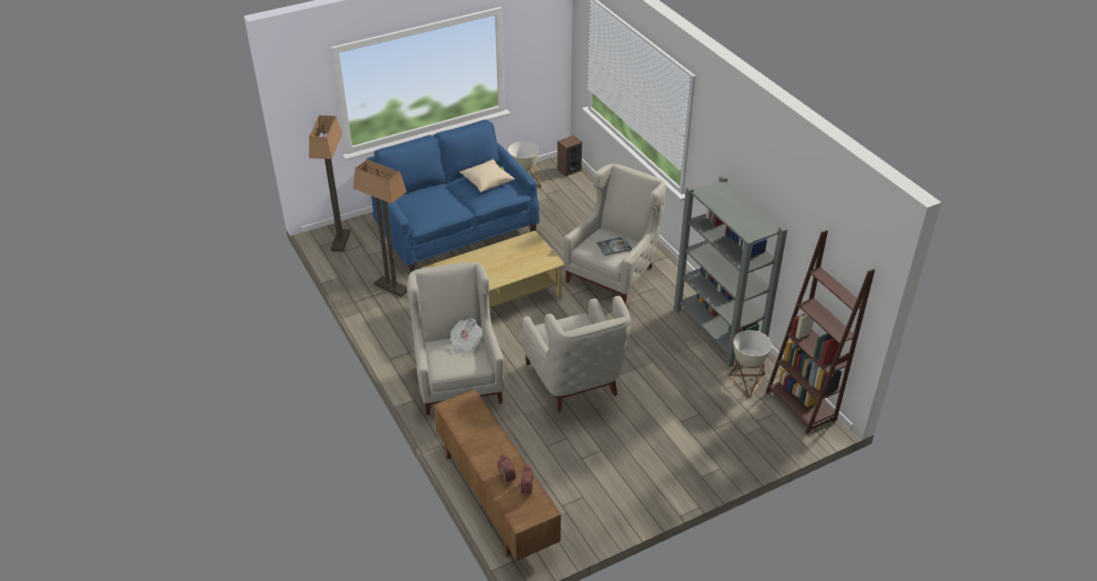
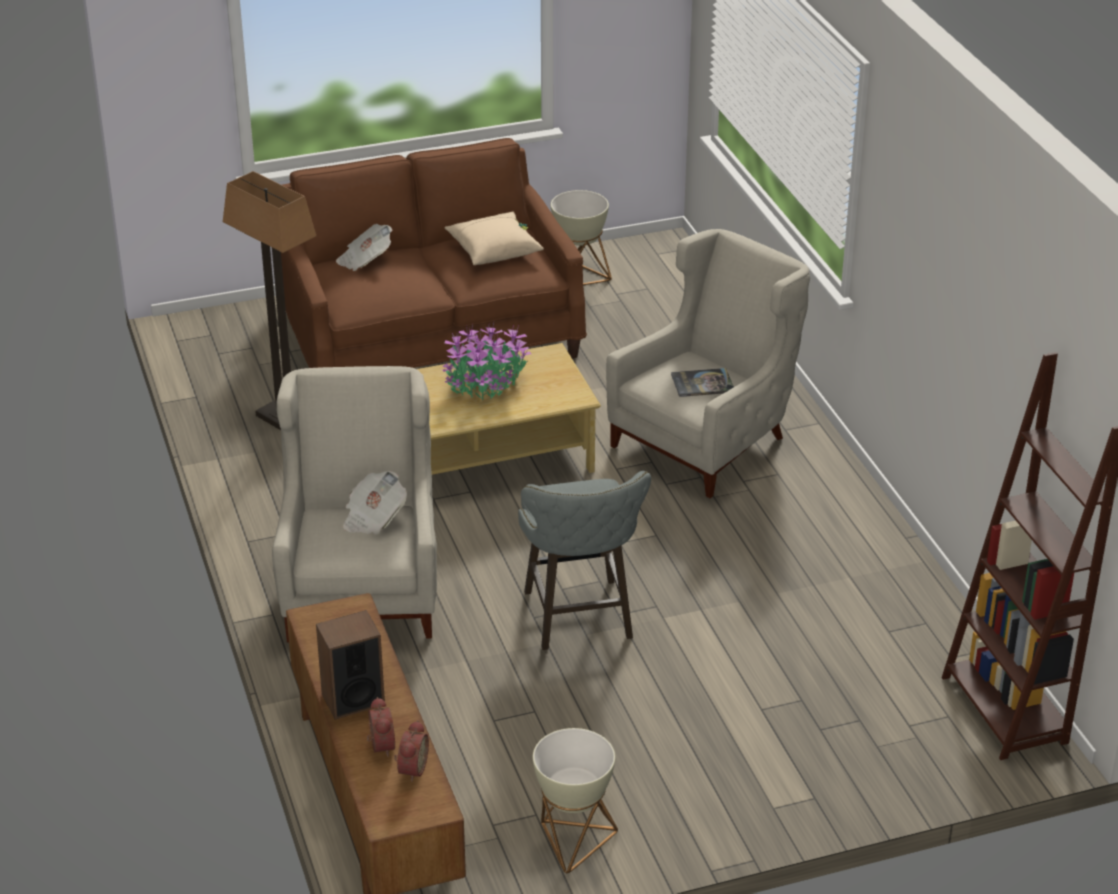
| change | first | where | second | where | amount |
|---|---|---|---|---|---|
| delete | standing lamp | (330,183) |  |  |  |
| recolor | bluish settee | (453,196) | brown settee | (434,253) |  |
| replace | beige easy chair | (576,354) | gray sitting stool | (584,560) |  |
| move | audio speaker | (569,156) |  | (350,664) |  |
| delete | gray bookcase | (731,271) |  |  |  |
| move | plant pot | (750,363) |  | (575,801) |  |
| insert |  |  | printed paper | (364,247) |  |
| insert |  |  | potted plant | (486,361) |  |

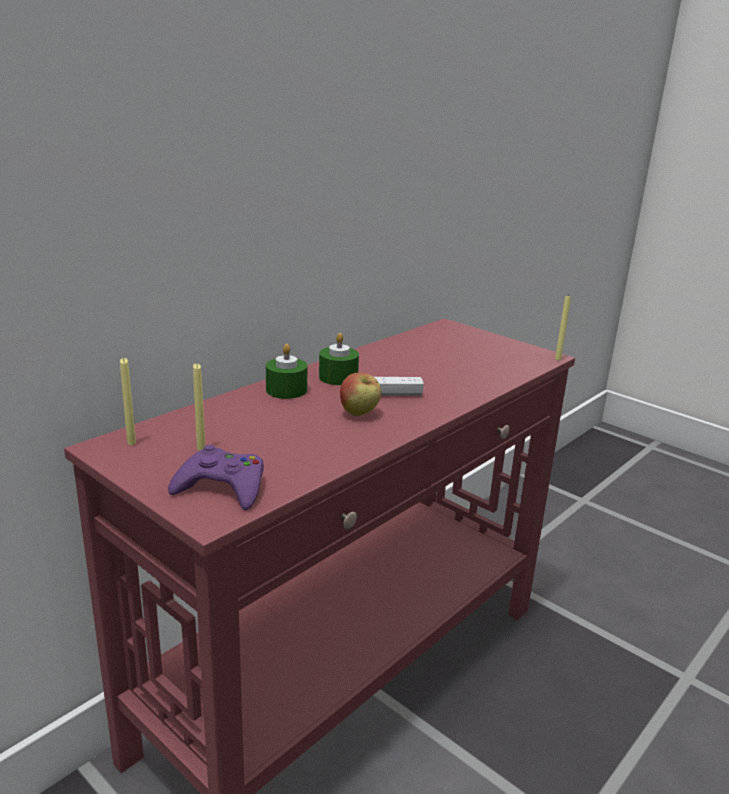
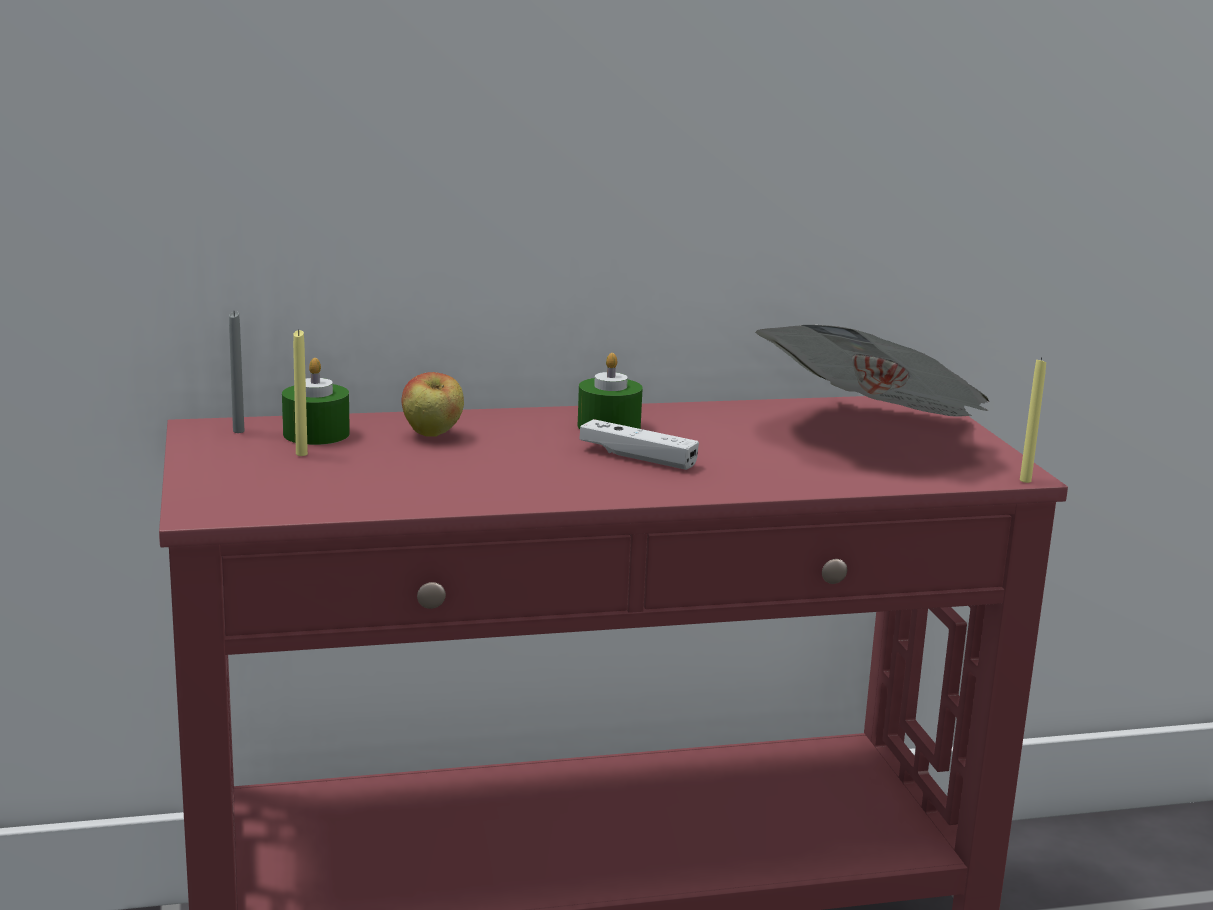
| change | first | where | second | where | amount |
|---|---|---|---|---|---|
| recolor | yellowish wax light | (128,401) | gray wax light | (236,372) |  |
| delete | purple joypad | (216,477) |  |  |  |
| move | green wax light | (287,371) |  | (316,401) |  |
| move | apple | (360,394) |  | (433,404) |  |
| insert |  |  | printed paper | (872,370) |  |

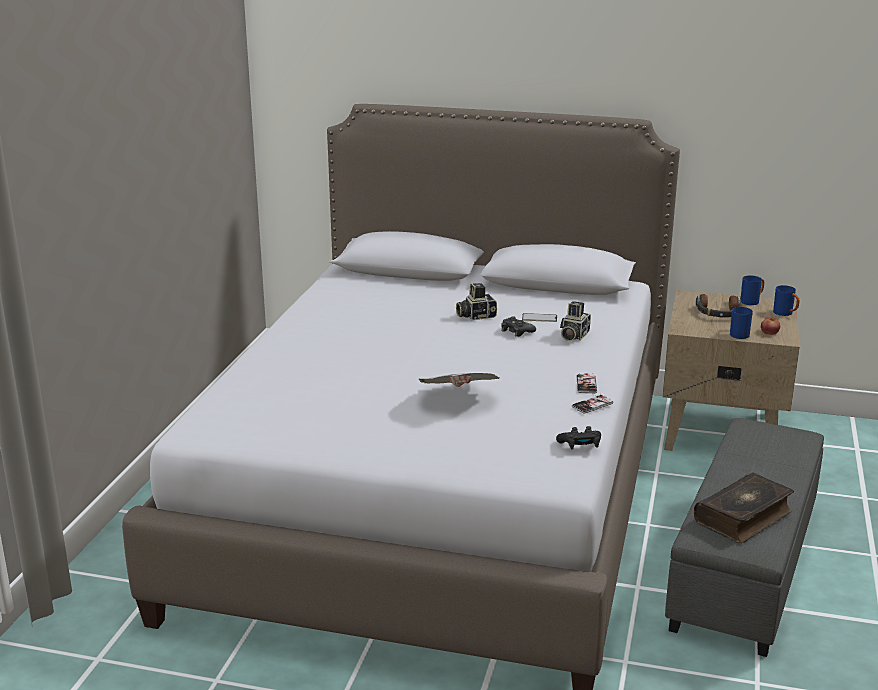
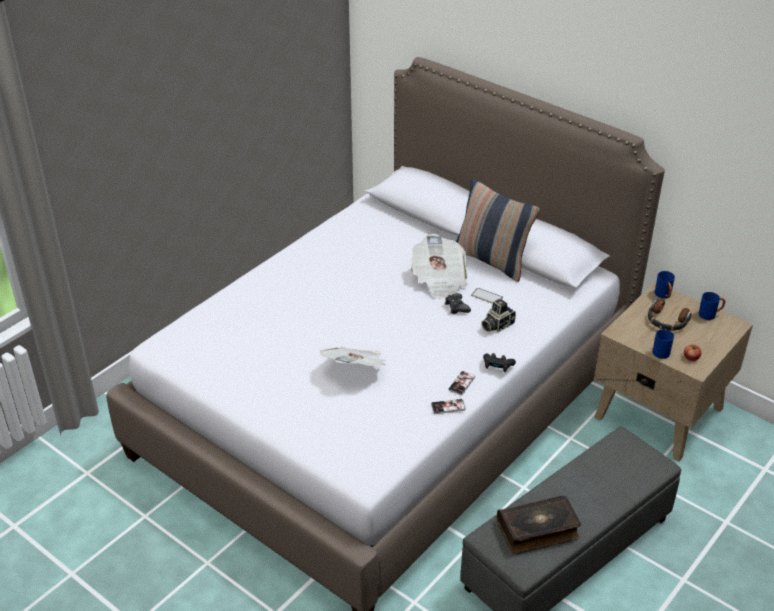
| change | first | where | second | where | amount |
|---|---|---|---|---|---|
| replace | still camera | (476,301) | printed paper | (439,266) |  |
| move | black-coloured joypad | (578,437) |  | (499,363) |  |
| move | bluish coffee mug | (786,300) |  | (665,285) |  |
| insert |  |  | throw pillow | (498,230) |  |

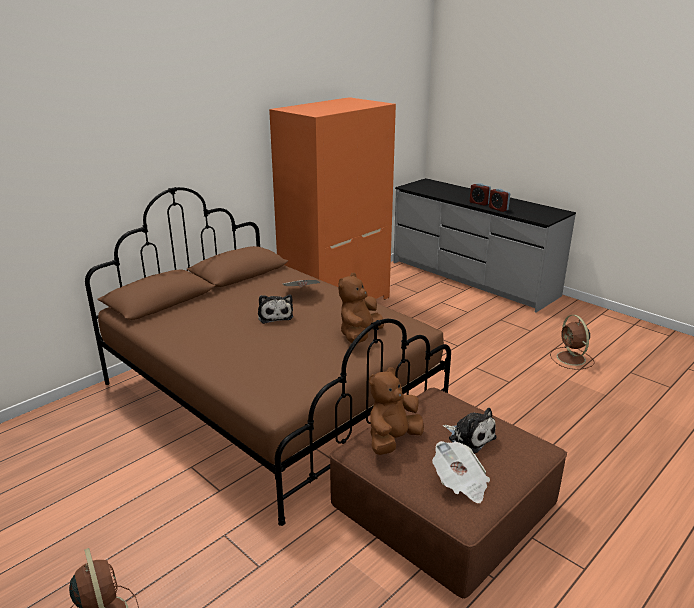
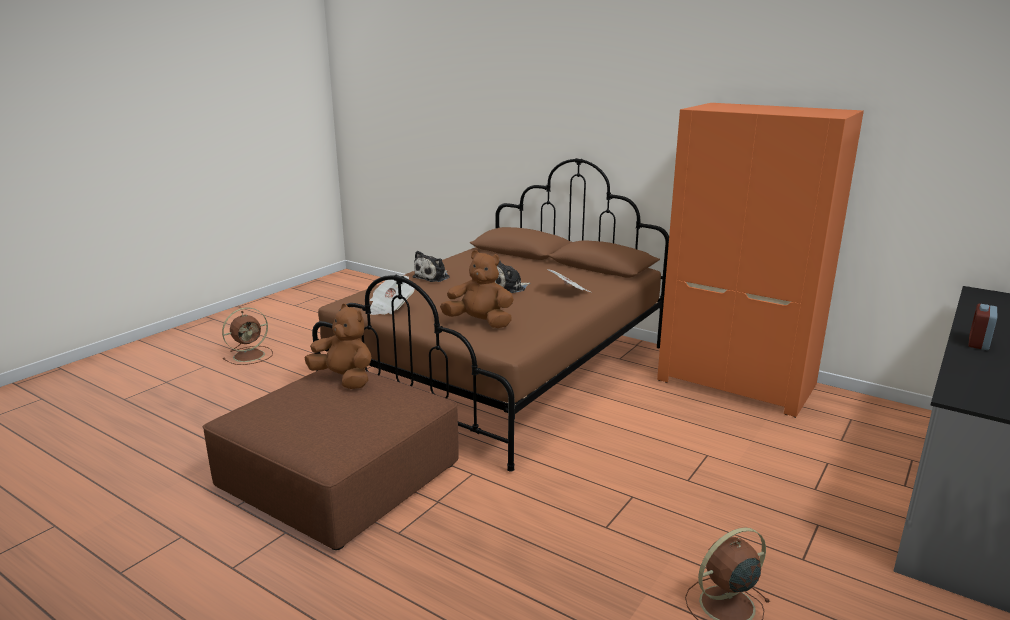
| change | first | where | second | where | amount |
|---|---|---|---|---|---|
| move | printed paper | (461,472) |  | (392,295) |  |
| move | plush toy | (470,430) |  | (431,266) |  |
| delete | bedside clock | (499,200) |  |  |  |

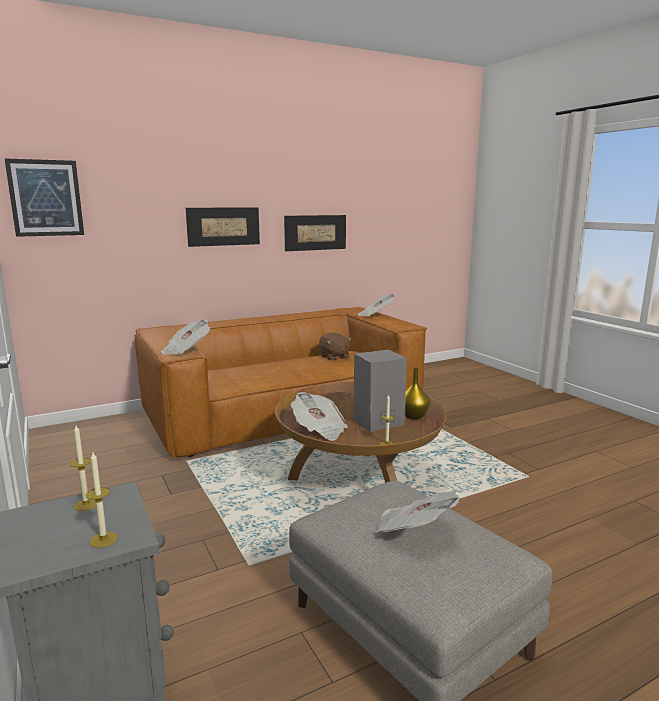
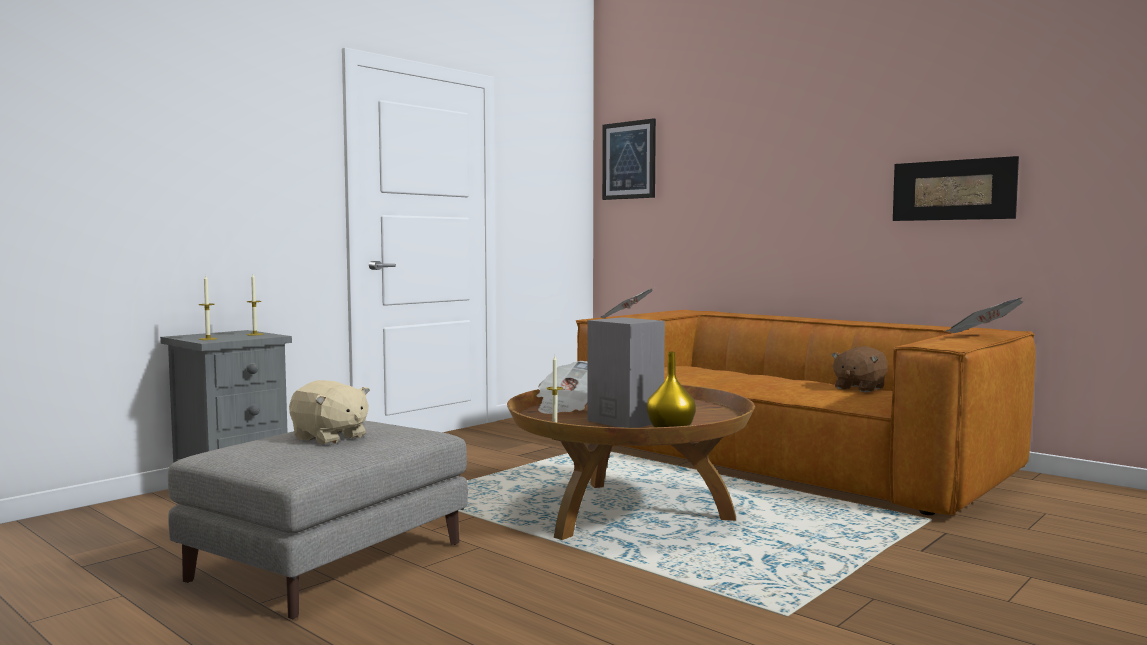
| change | first | where | second | where | amount |
|---|---|---|---|---|---|
| delete | wall picture | (223,227) |  |  |  |
| replace | printed paper | (417,512) | beige plush toy | (329,412) |  |

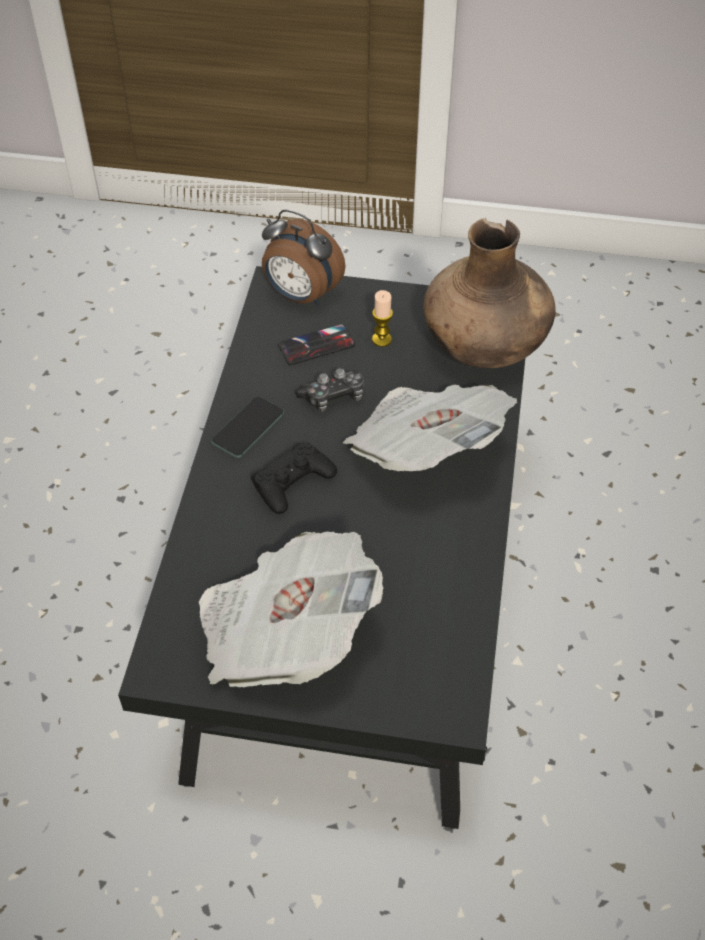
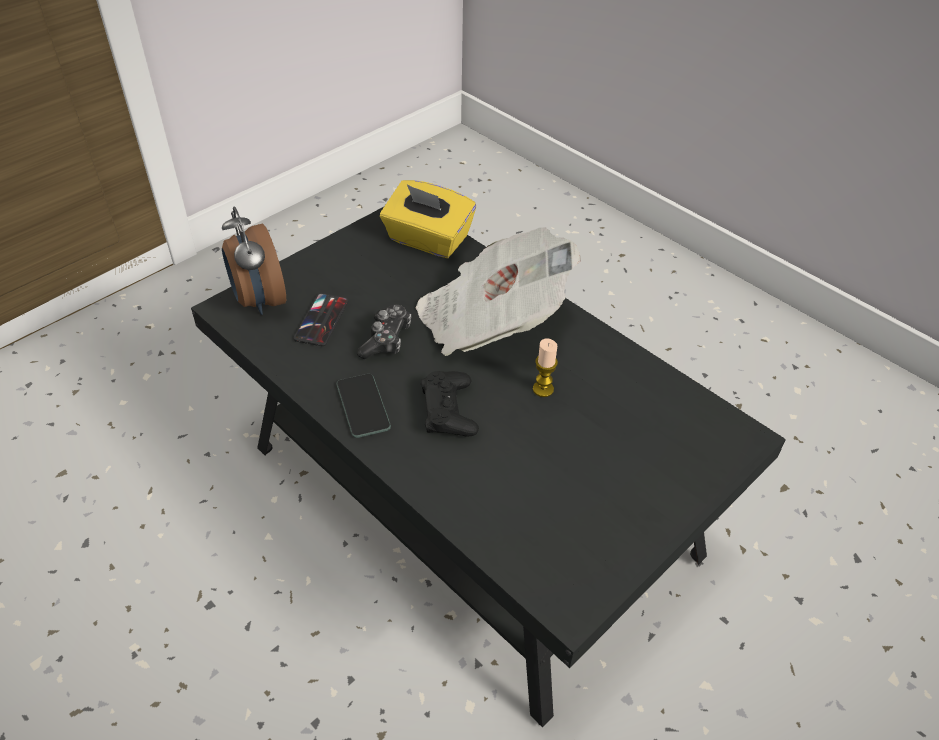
| change | first | where | second | where | amount |
|---|---|---|---|---|---|
| delete | printed paper | (291,609) |  |  |  |
| rotate | bedside clock | (304,257) |  | (254,261) | 90 degrees clockwise |
| move | wax light | (382,318) |  | (545,367) |  |
| replace | brown vase | (489,293) | yellowish tissue holder | (428,219) |  |

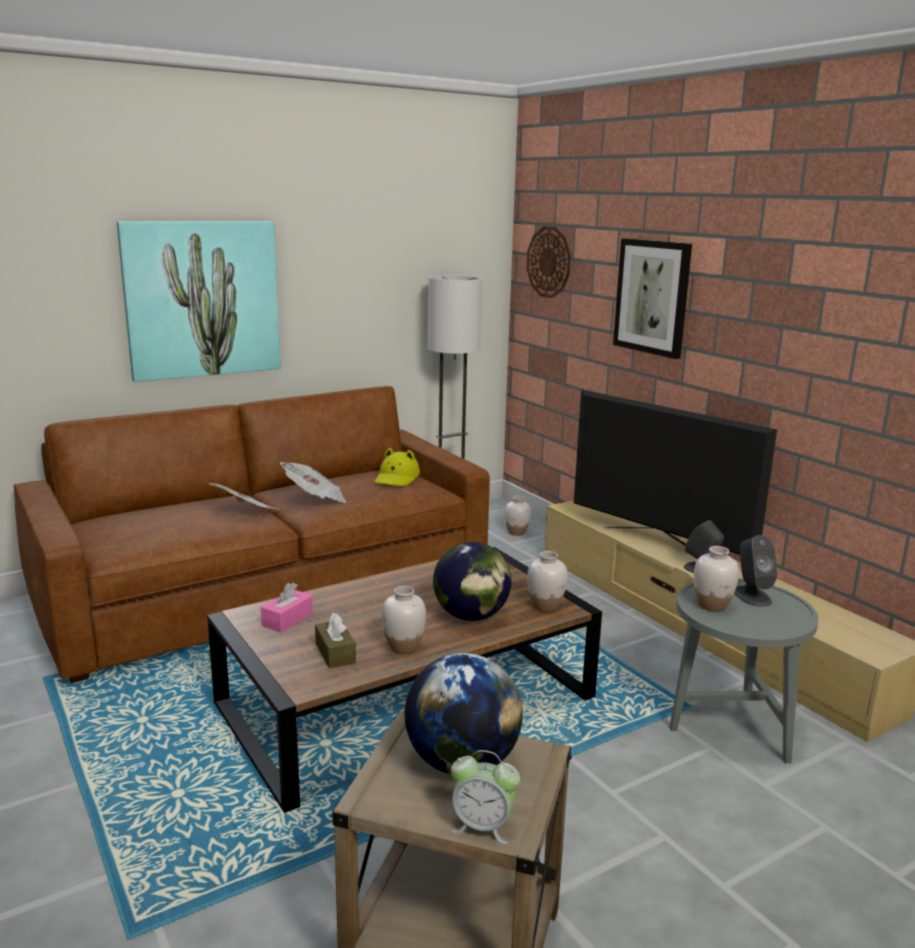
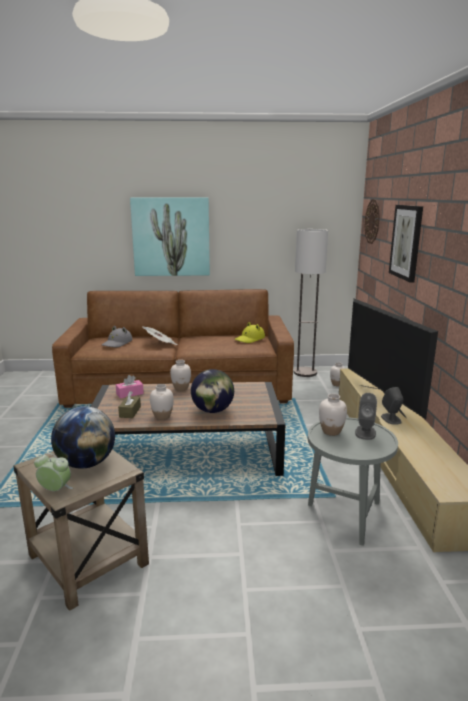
| change | first | where | second | where | amount |
|---|---|---|---|---|---|
| delete | printed paper | (313,482) |  |  |  |
| rotate | bedside clock | (485,797) |  | (53,472) | 150 degrees clockwise |
| move | whitish vase | (547,581) |  | (180,375) |  |
| insert |  |  | gray hat | (117,336) |  |

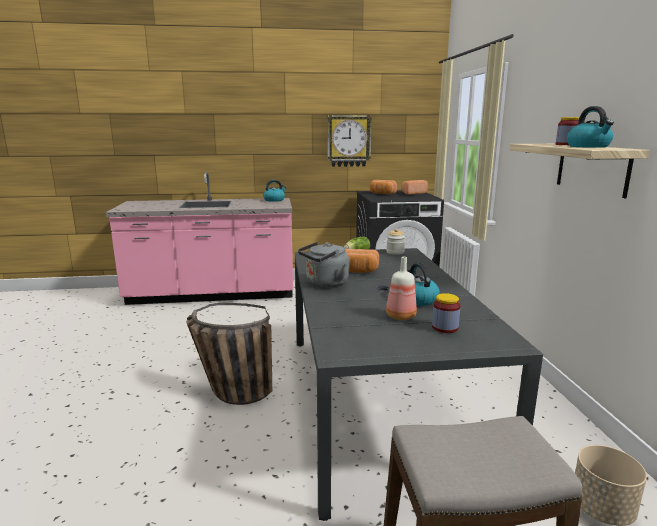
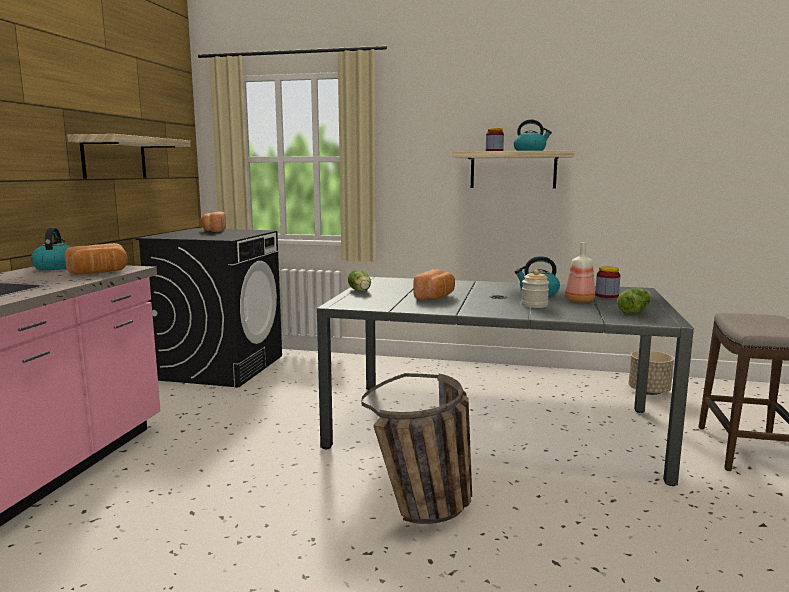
| change | first | where | second | where | amount |
|---|---|---|---|---|---|
| delete | gray kettle | (323,264) |  |  |  |
| replace | hanging clock | (349,141) | shelf | (129,156) |  |
| move | baked bread | (383,187) |  | (96,259) |  |
| move | jar | (395,241) |  | (535,289) |  |
| insert |  |  | lettuce | (633,301) |  |

